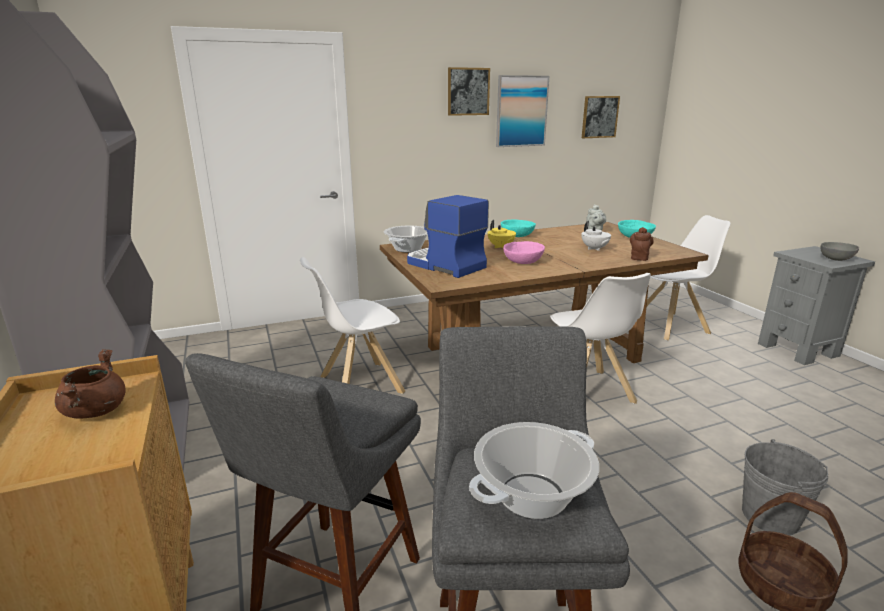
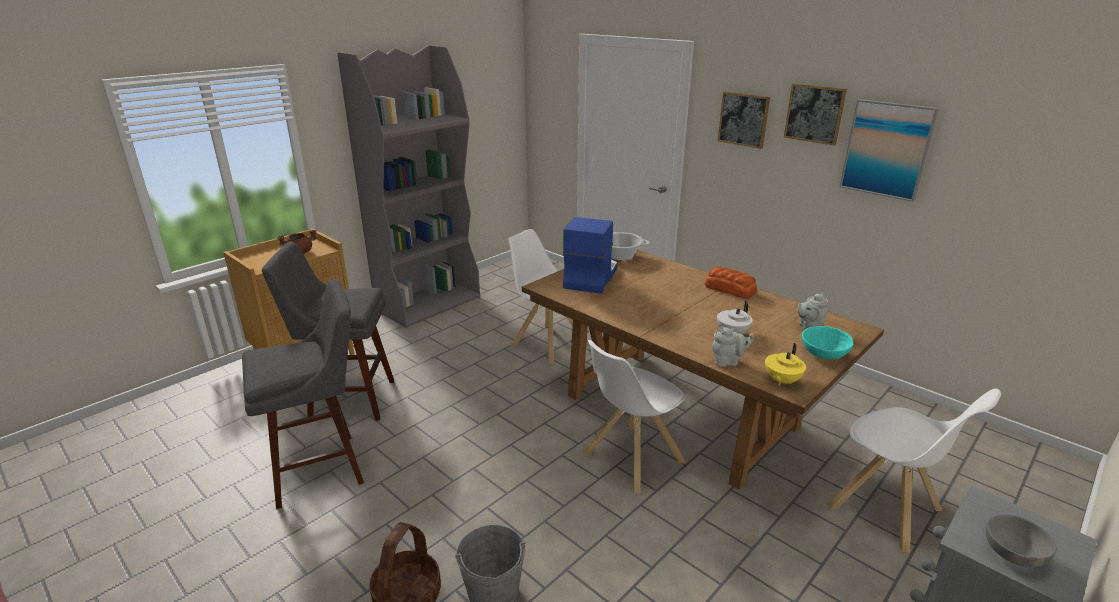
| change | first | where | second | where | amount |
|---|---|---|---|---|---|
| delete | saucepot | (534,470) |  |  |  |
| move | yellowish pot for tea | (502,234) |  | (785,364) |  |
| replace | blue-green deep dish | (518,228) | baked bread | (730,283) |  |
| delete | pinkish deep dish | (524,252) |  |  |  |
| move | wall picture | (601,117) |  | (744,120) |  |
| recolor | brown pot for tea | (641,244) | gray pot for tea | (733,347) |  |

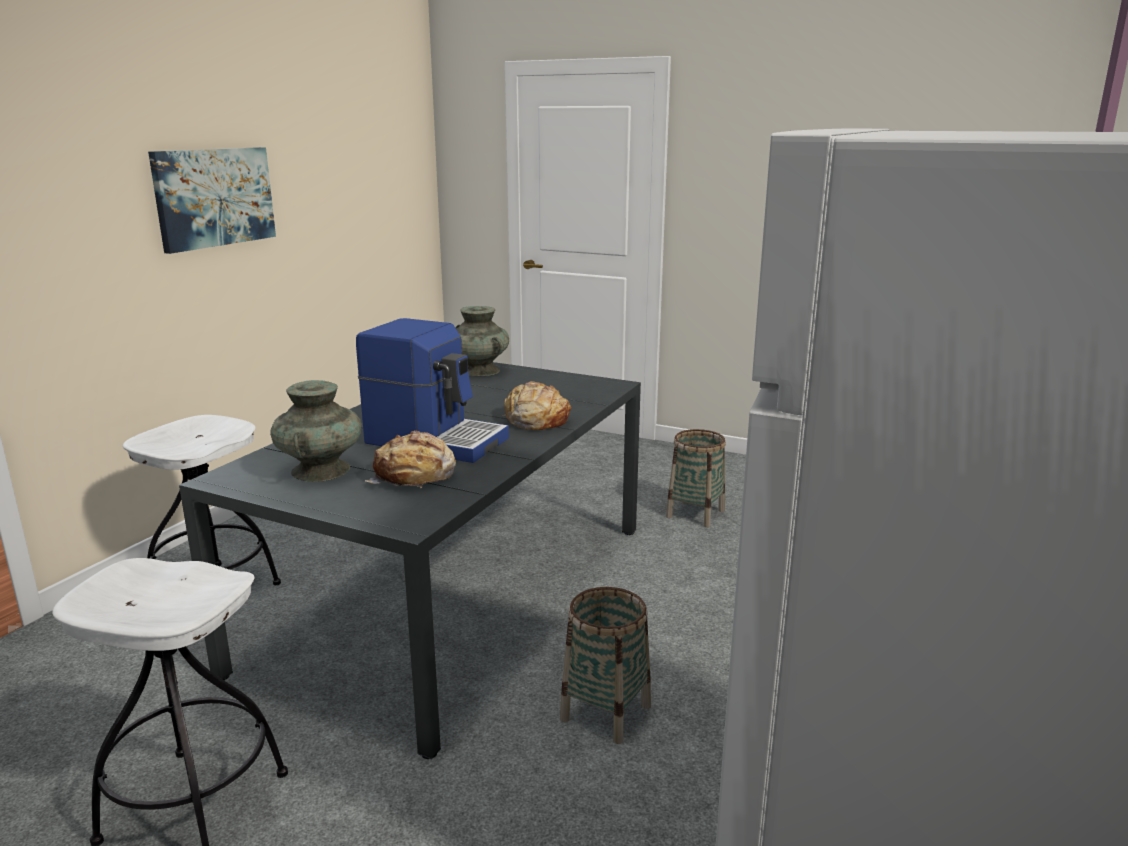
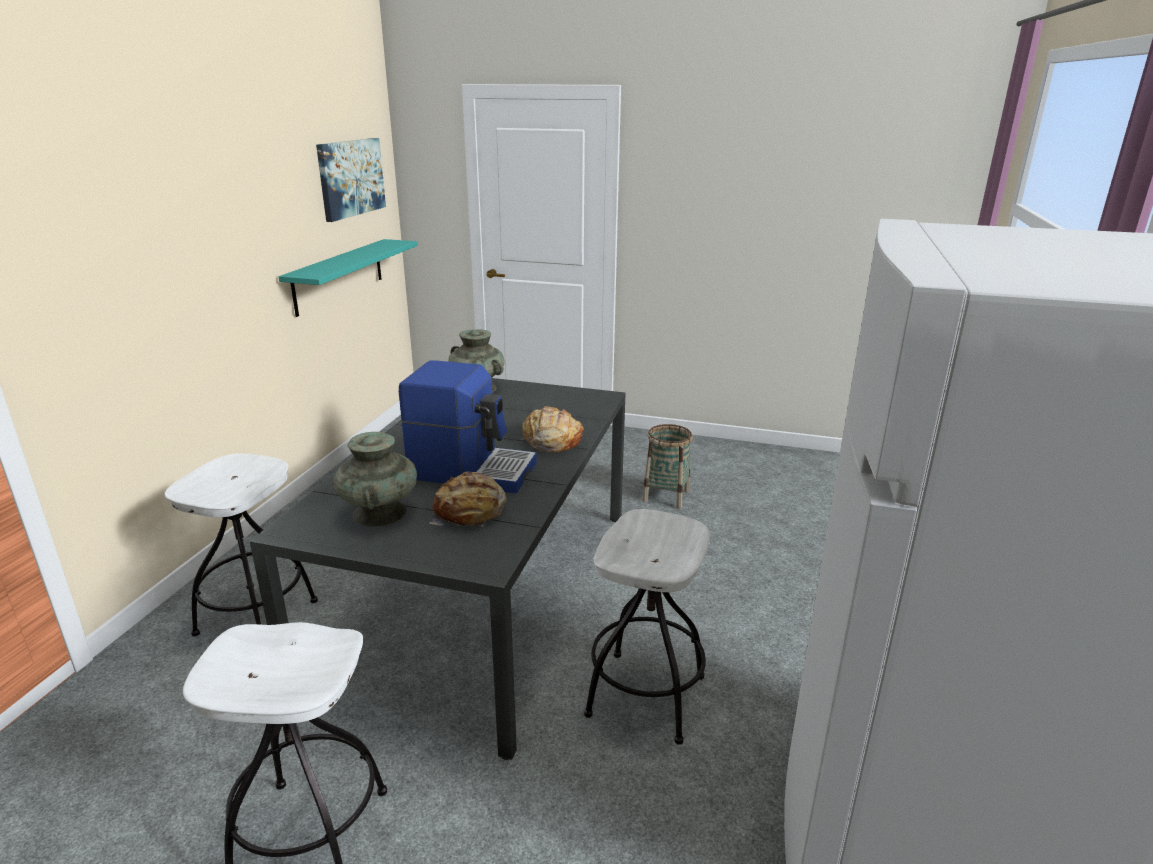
| change | first | where | second | where | amount |
|---|---|---|---|---|---|
| move | wall picture | (212,200) |  | (351,180) |  |
| replace | basket | (605,665) | whitish sitting stool | (647,627) |  |
| insert |  |  | blue-green shelf | (348,278) |  |

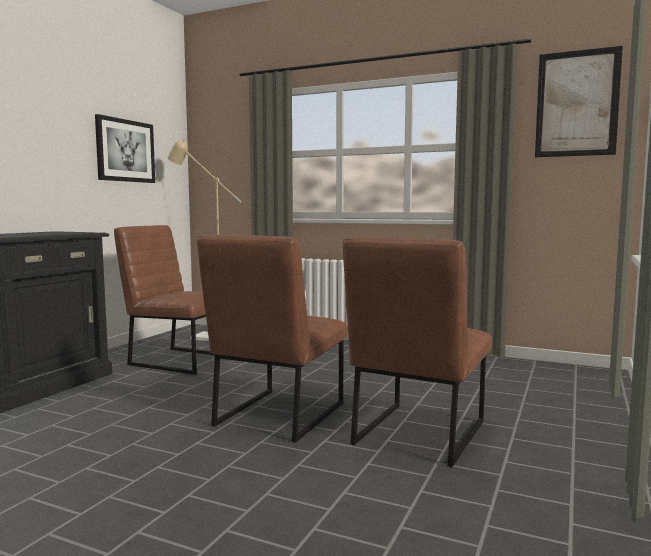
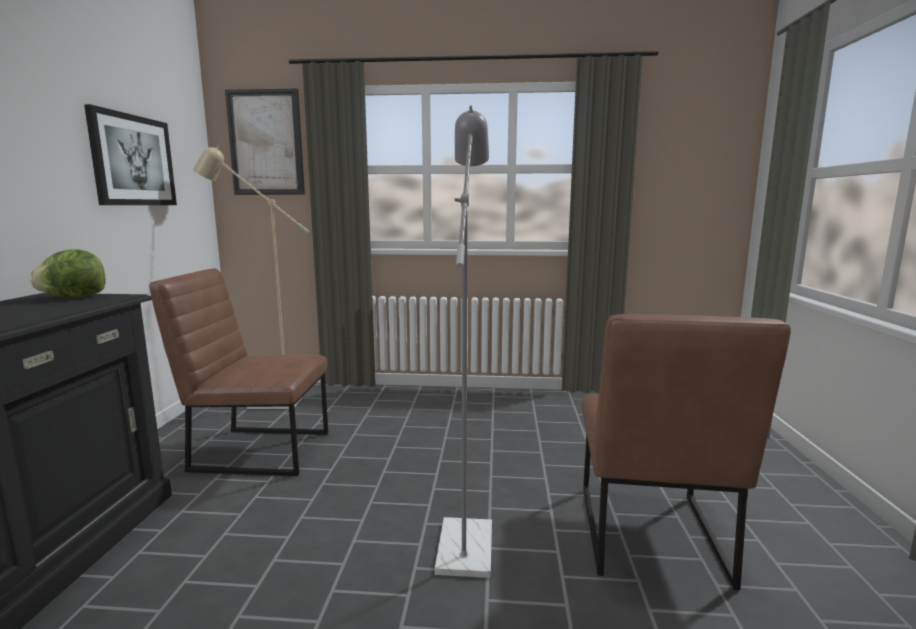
| change | first | where | second | where | amount |
|---|---|---|---|---|---|
| replace | brown plain chair | (272,339) | gray standing lamp | (463,341) |  |
| move | wall picture | (579,101) |  | (265,142) |  |
| insert |  |  | lettuce | (68,273) |  |

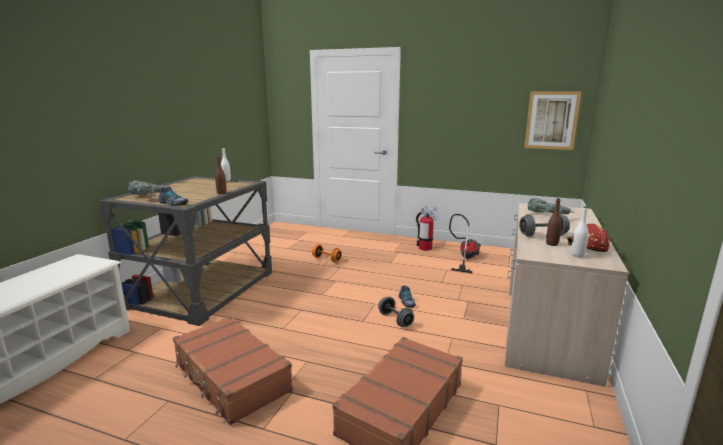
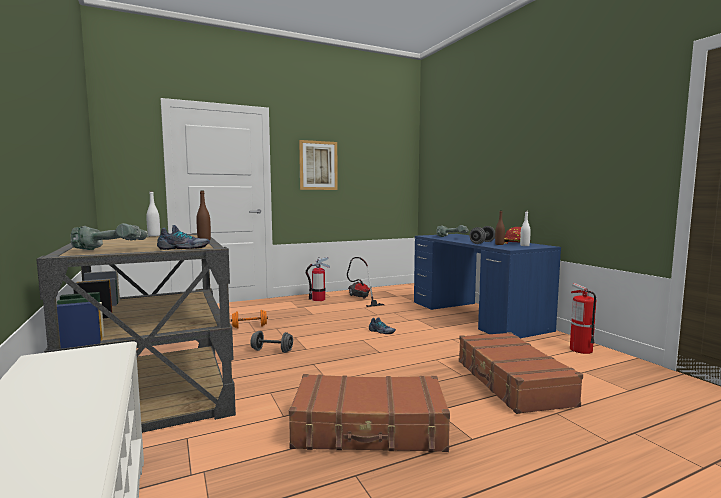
| change | first | where | second | where | amount |
|---|---|---|---|---|---|
| move | gray dumbbell | (396,312) |  | (272,342) |  |
| recolor | beige desk table | (567,295) | bluish desk table | (487,286) |  |
| move | wall picture | (553,120) |  | (318,165) |  |
| insert |  |  | fire extinguisher | (583,318) |  |

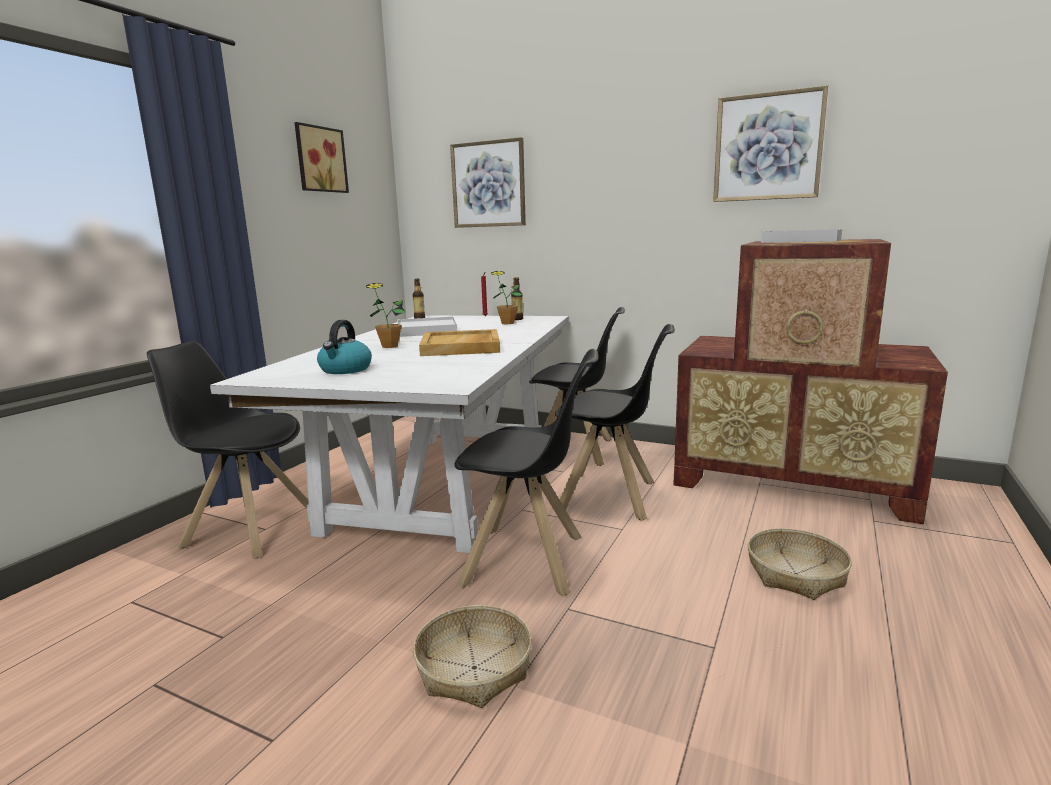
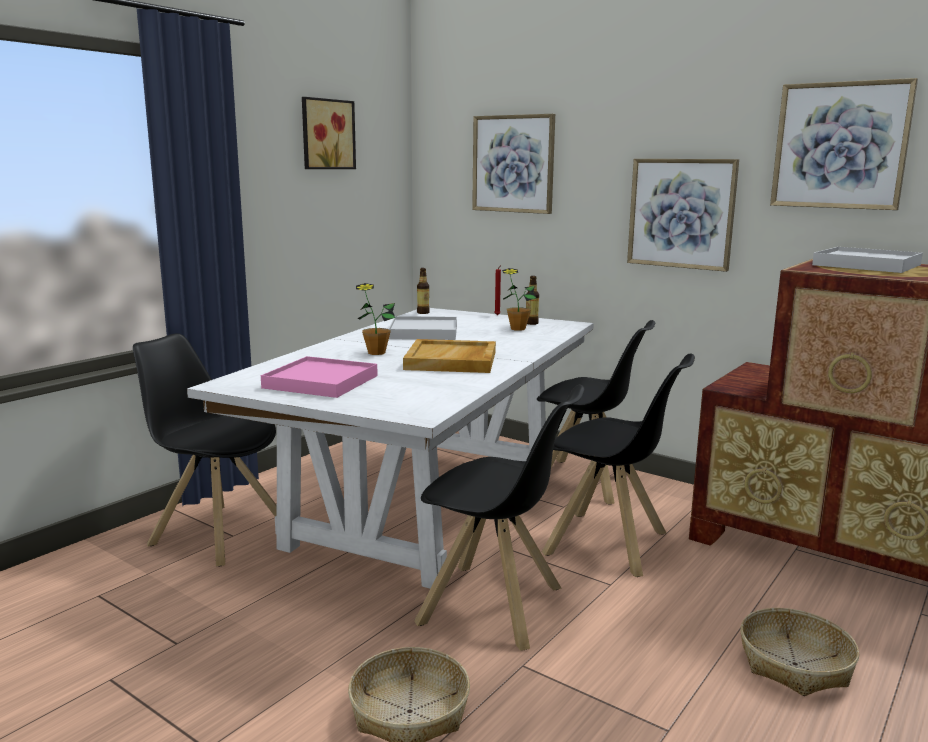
| change | first | where | second | where | amount |
|---|---|---|---|---|---|
| replace | kettle | (344,347) | pinkish carrying tray | (319,377) |  |
| insert |  |  | wall picture | (683,215) |  |

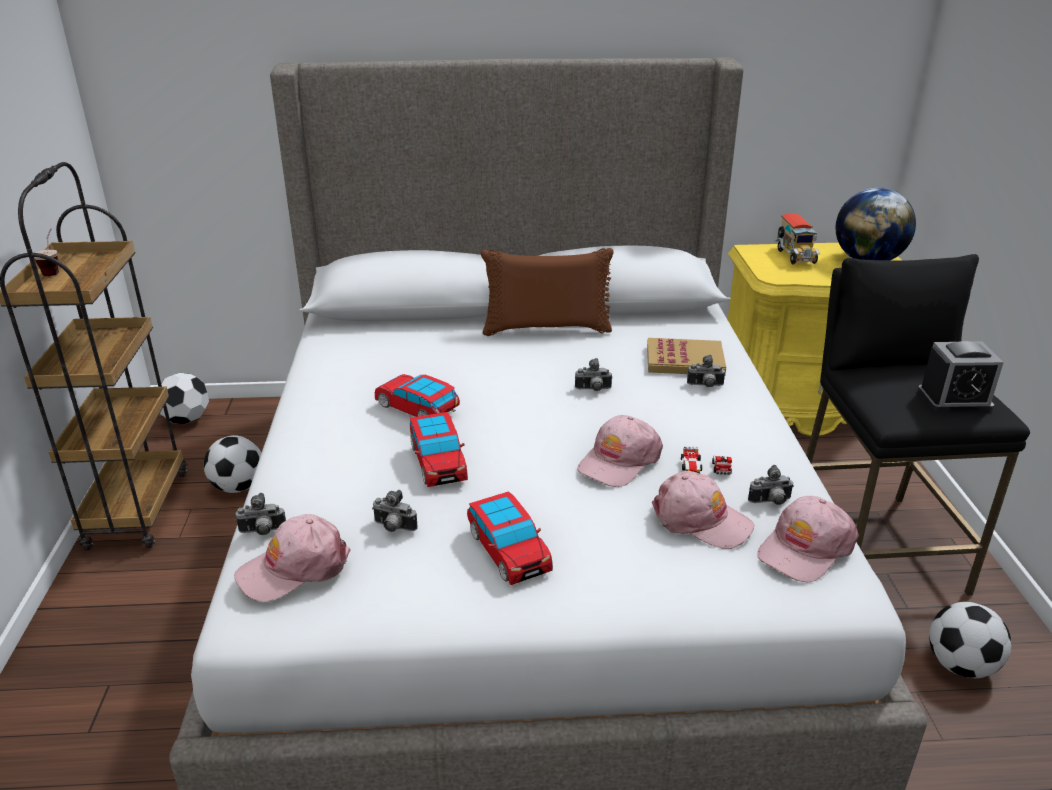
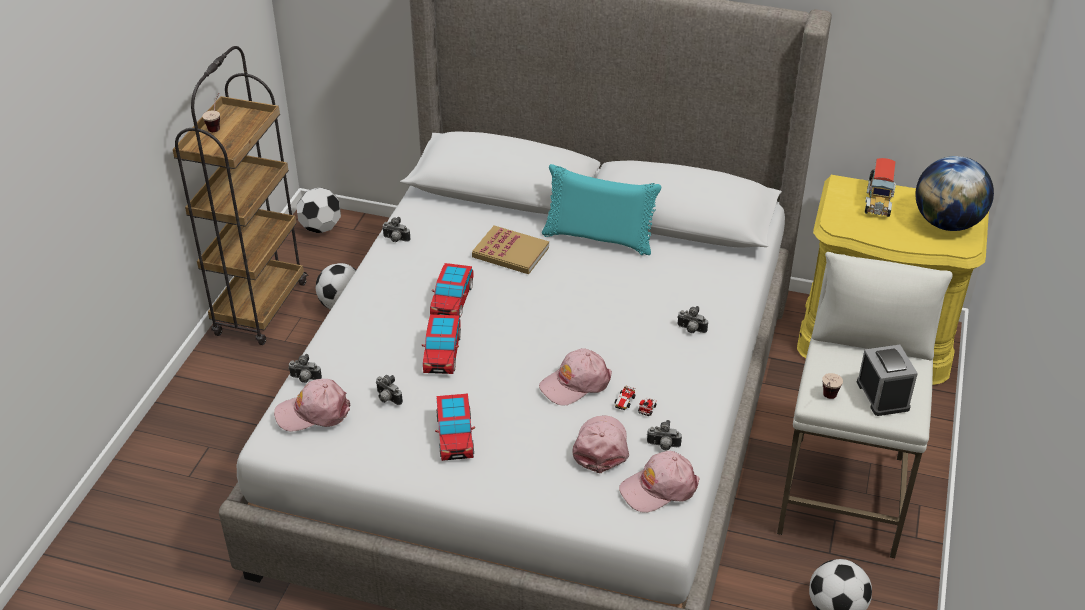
| change | first | where | second | where | amount |
|---|---|---|---|---|---|
| rotate | miniature car | (417,395) |  | (452,290) | 135 degrees counterclockwise |
| recolor | brown throw pillow | (547,292) | blue-green throw pillow | (601,209) |  |
| move | still camera | (593,374) |  | (396,229) |  |
| move | volume | (686,356) |  | (510,249) |  |
| rotate | pinkish baseball cap | (703,510) |  | (600,444) | 135 degrees counterclockwise |
| recolor | black-coloured sitting stool | (918,424) | whitish sitting stool | (865,405) |  |
| rotate | bedside clock | (961,376) |  | (887,380) | 120 degrees counterclockwise |
| insert |  |  | drinking cup | (832,386) |  |

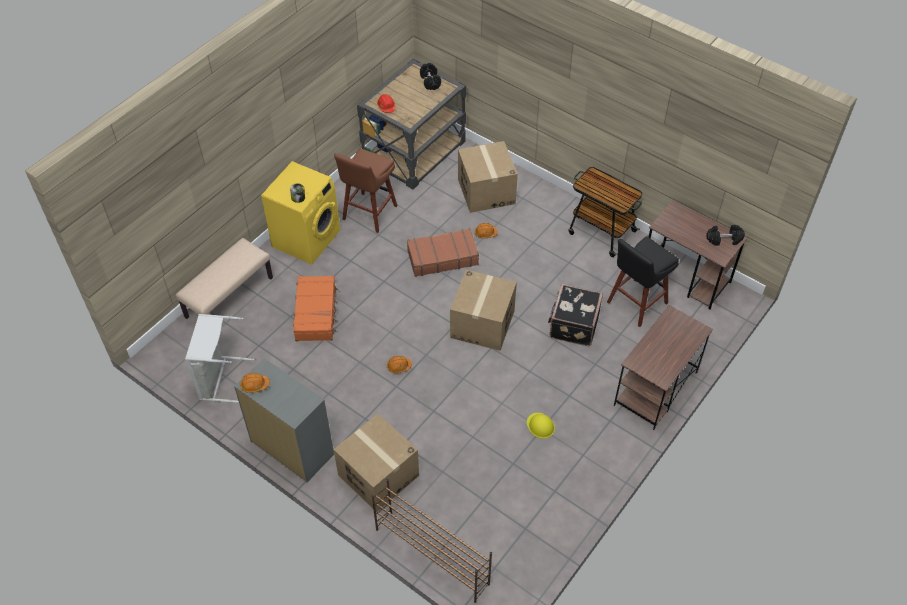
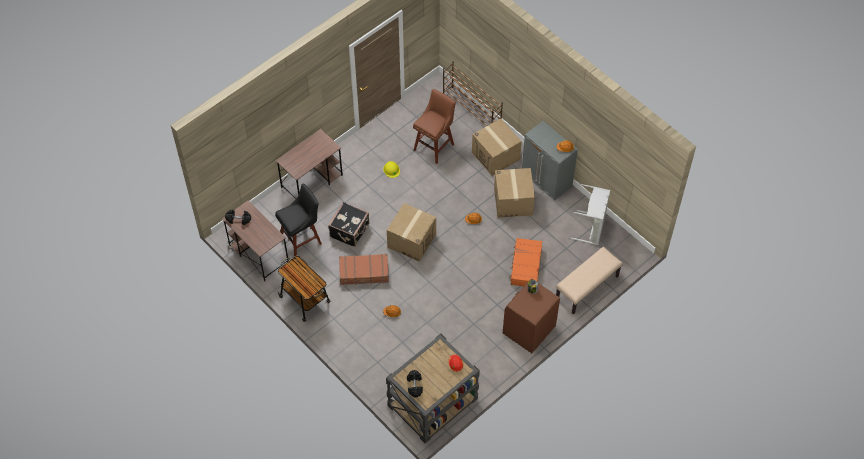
| change | first | where | second | where | amount |
|---|---|---|---|---|---|
| recolor | yellowish laundry machine | (300,213) | brown laundry machine | (531,316) |  |
| move | brown sitting stool | (366,191) |  | (434,126) |  |
| move | brown travel case | (443,252) |  | (364,269) |  |
| move | carton | (488,177) |  | (514,193) |  |

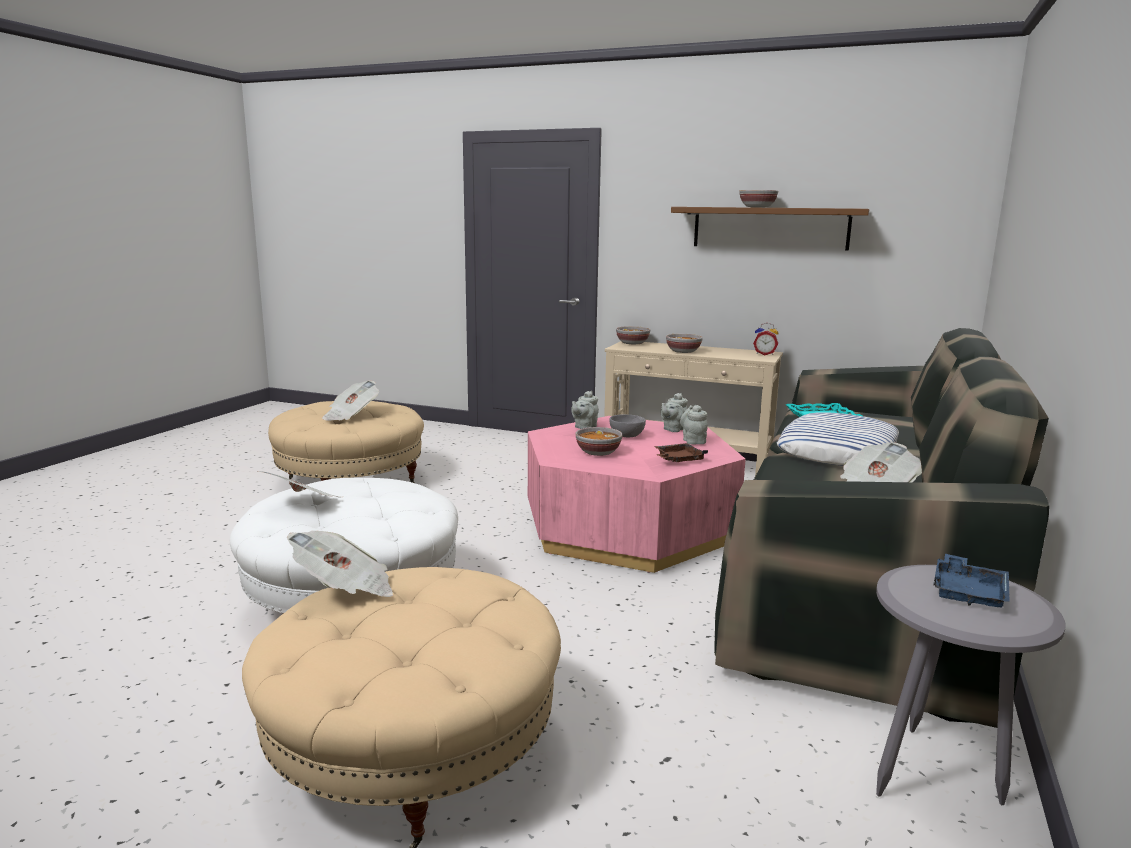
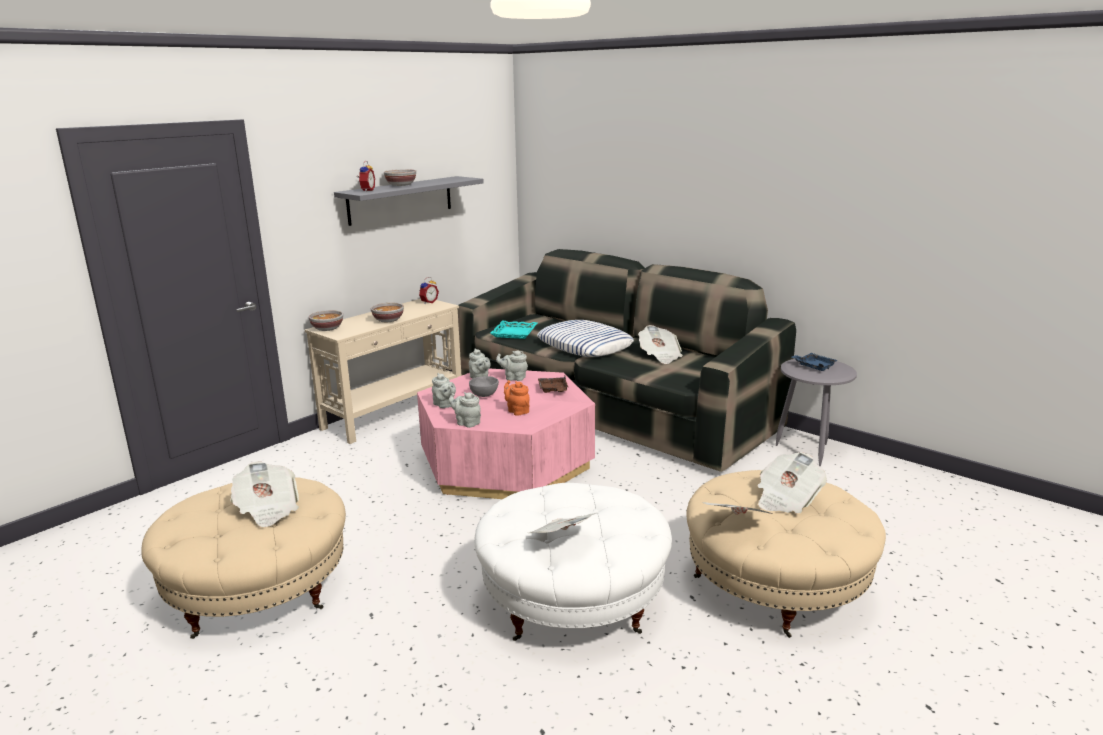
| change | first | where | second | where | amount |
|---|---|---|---|---|---|
| replace | deep dish | (598,441) | orange-coloured pot for tea | (517,398) |  |
| recolor | brown shelf | (770,229) | gray shelf | (409,201) |  |
| insert |  |  | bedside clock | (366,176) |  |
| insert |  |  | gray pot for tea | (465,410) |  |
| insert |  |  | printed paper | (792,482) |  |

